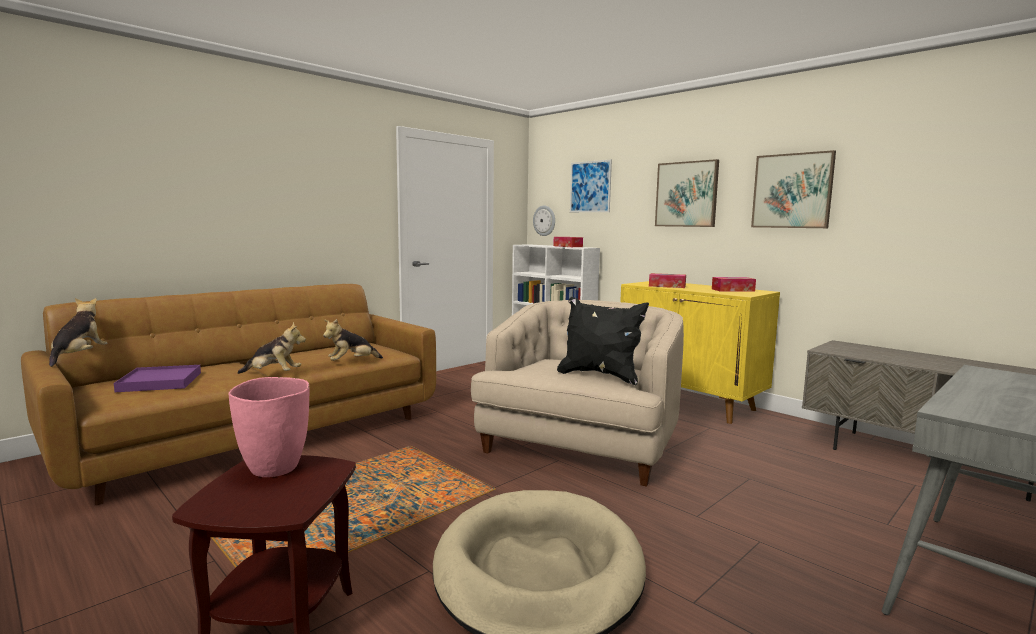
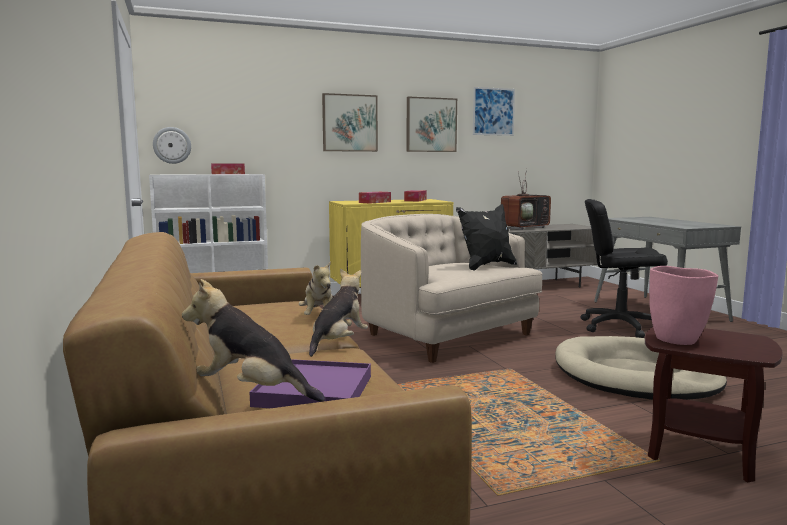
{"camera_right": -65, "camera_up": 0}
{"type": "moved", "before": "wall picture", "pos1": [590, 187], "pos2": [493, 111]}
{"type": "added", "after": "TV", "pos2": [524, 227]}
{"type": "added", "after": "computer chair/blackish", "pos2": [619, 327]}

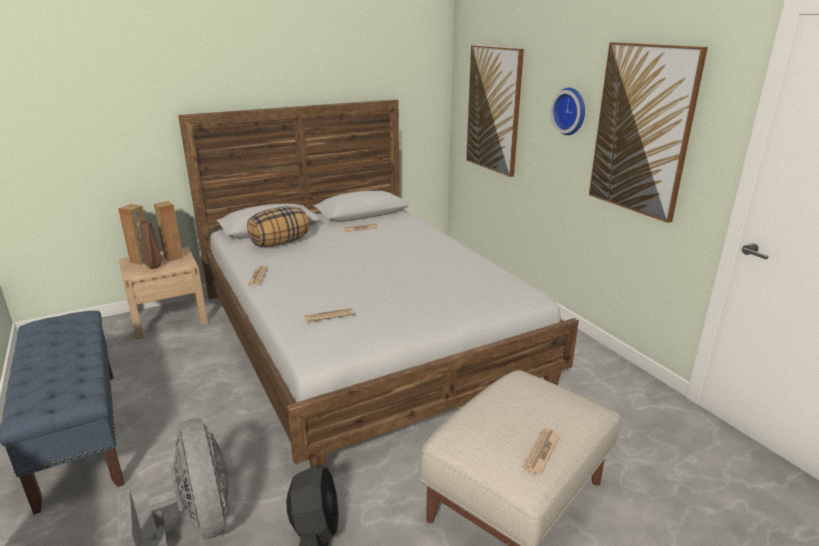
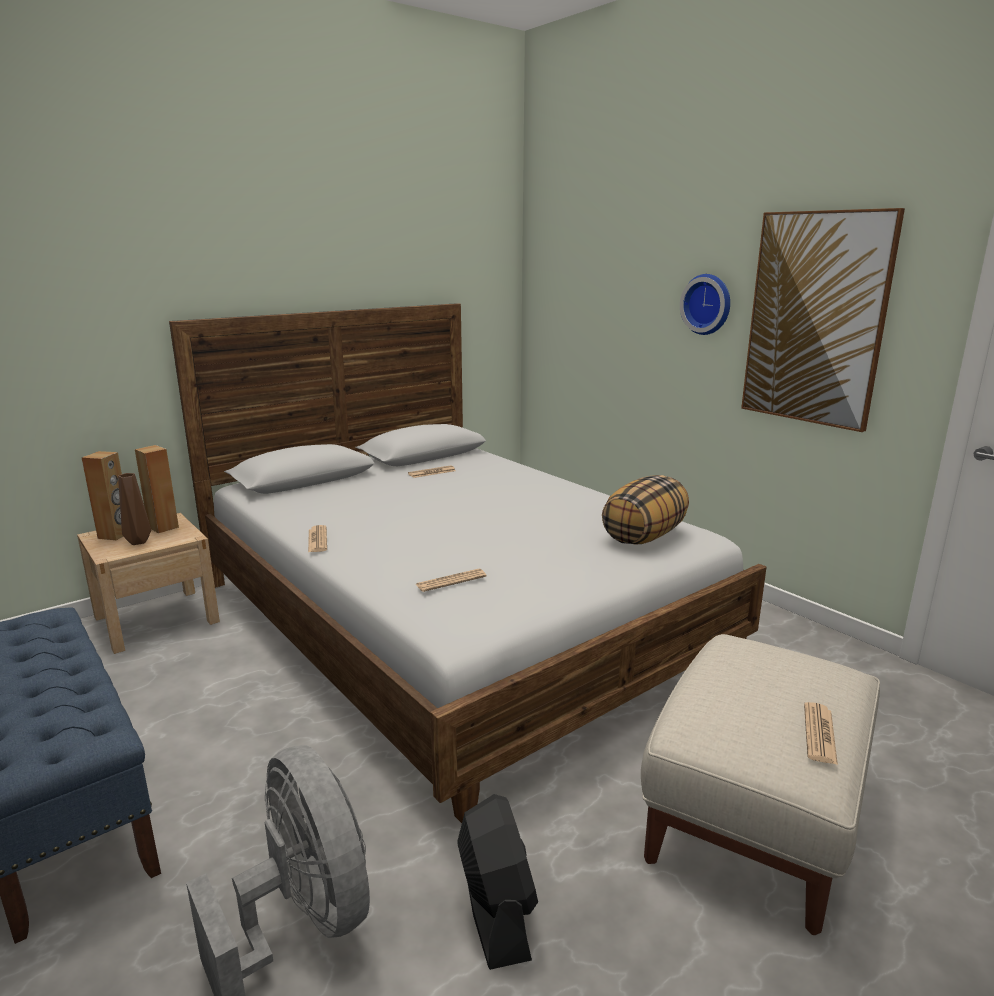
{"camera_right": -10, "camera_up": -5}
{"type": "moved", "before": "throw pillow", "pos1": [280, 243], "pos2": [643, 536]}
{"type": "removed", "before": "wall picture", "pos1": [494, 109]}

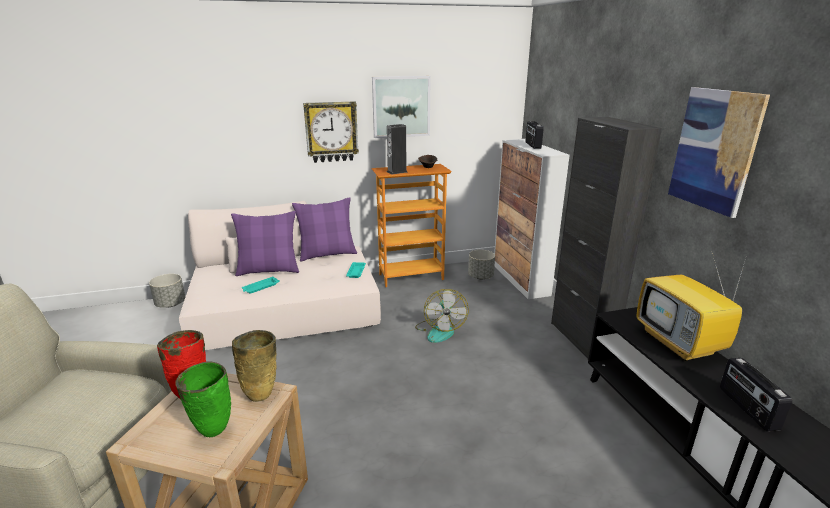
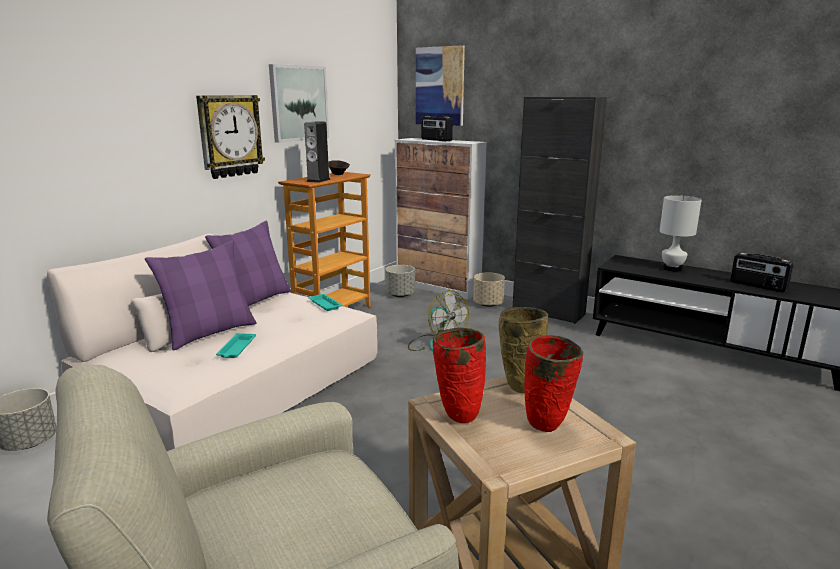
{"camera_right": -40, "camera_up": -5}
{"type": "moved", "before": "wall picture", "pos1": [714, 150], "pos2": [440, 86]}
{"type": "added", "after": "planter/beige", "pos2": [488, 304]}
{"type": "recoloured", "before": "flower vase/green", "after": "flower vase/red", "pos1": [213, 432], "pos2": [547, 427]}
{"type": "replaced", "before": "TV", "after": "lamp for a table/whitish", "pos1": [680, 344], "pos2": [672, 269]}

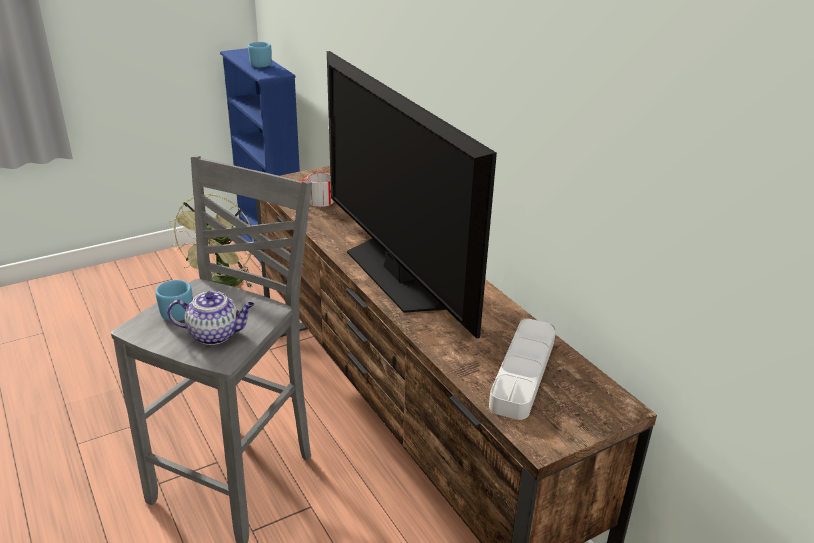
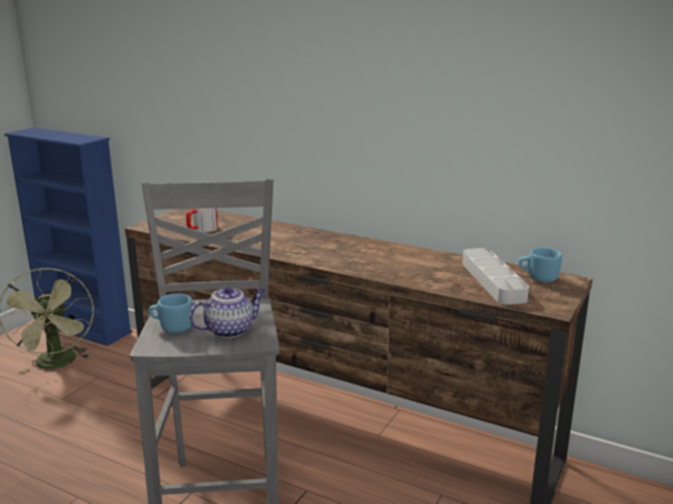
{"camera_right": -30, "camera_up": -10}
{"type": "moved", "before": "coffee mug/blue-coloured", "pos1": [259, 64], "pos2": [538, 278]}
{"type": "removed", "before": "TV", "pos1": [398, 274]}

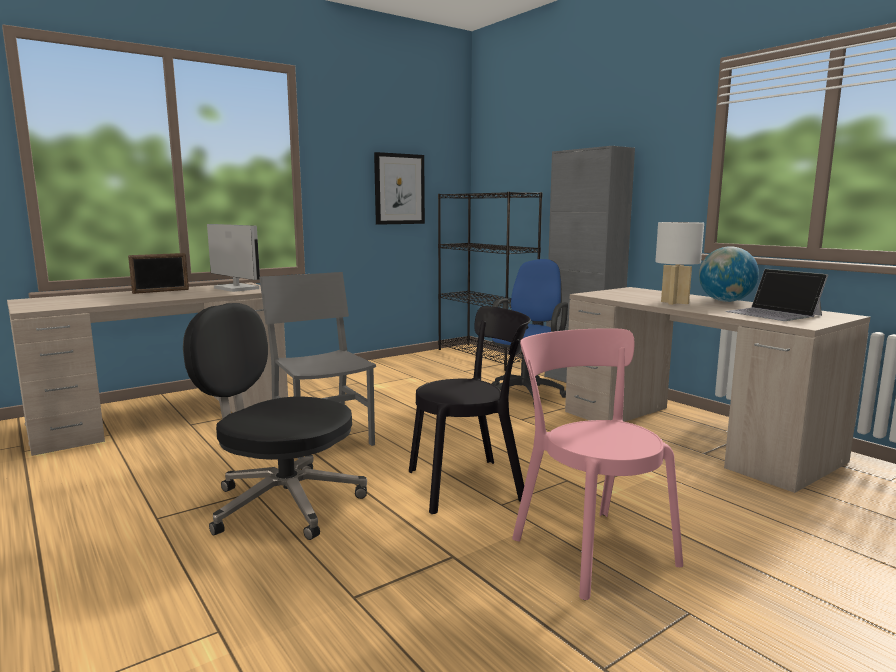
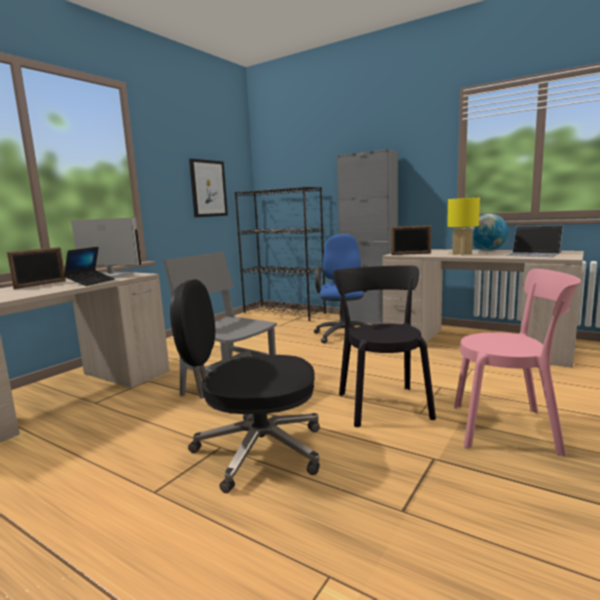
{"camera_right": -20, "camera_up": 0}
{"type": "added", "after": "notebook computer", "pos2": [91, 282]}
{"type": "turned", "before": "upright chair/blackish", "pos1": [471, 485], "pos2": [382, 403], "turn": -60}
{"type": "added", "after": "standing frame", "pos2": [411, 254]}
{"type": "recoloured", "before": "lamp for a table/whitish", "after": "lamp for a table/yellow-coloured", "pos1": [674, 302], "pos2": [461, 254]}
{"type": "turned", "before": "upright chair/pinkish", "pos1": [589, 547], "pos2": [510, 429], "turn": 150}

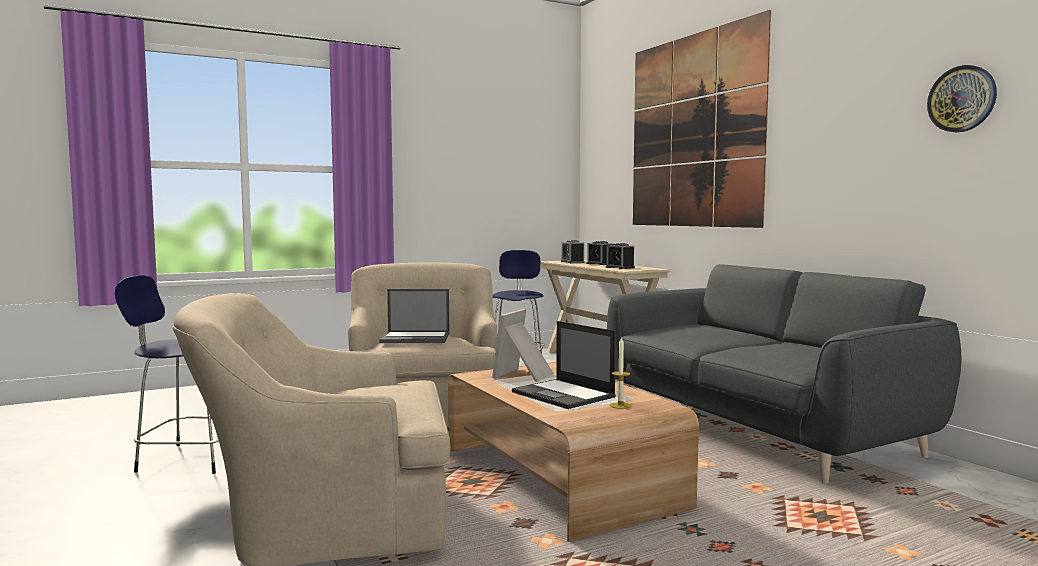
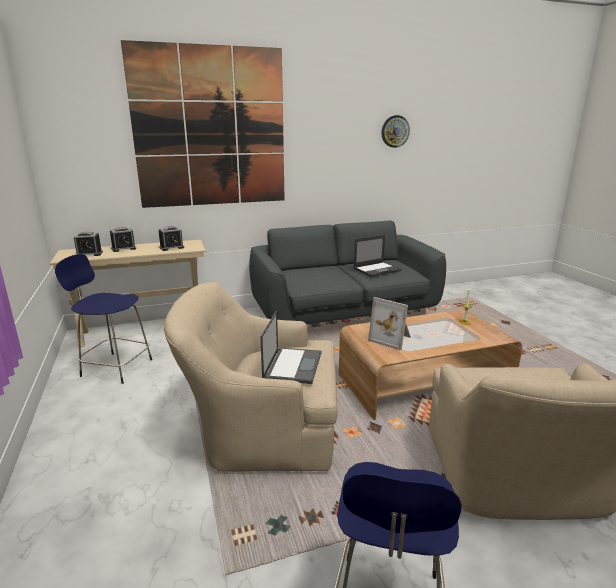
{"camera_right": -80, "camera_up": 15}
{"type": "moved", "before": "notebook computer", "pos1": [564, 395], "pos2": [377, 269]}

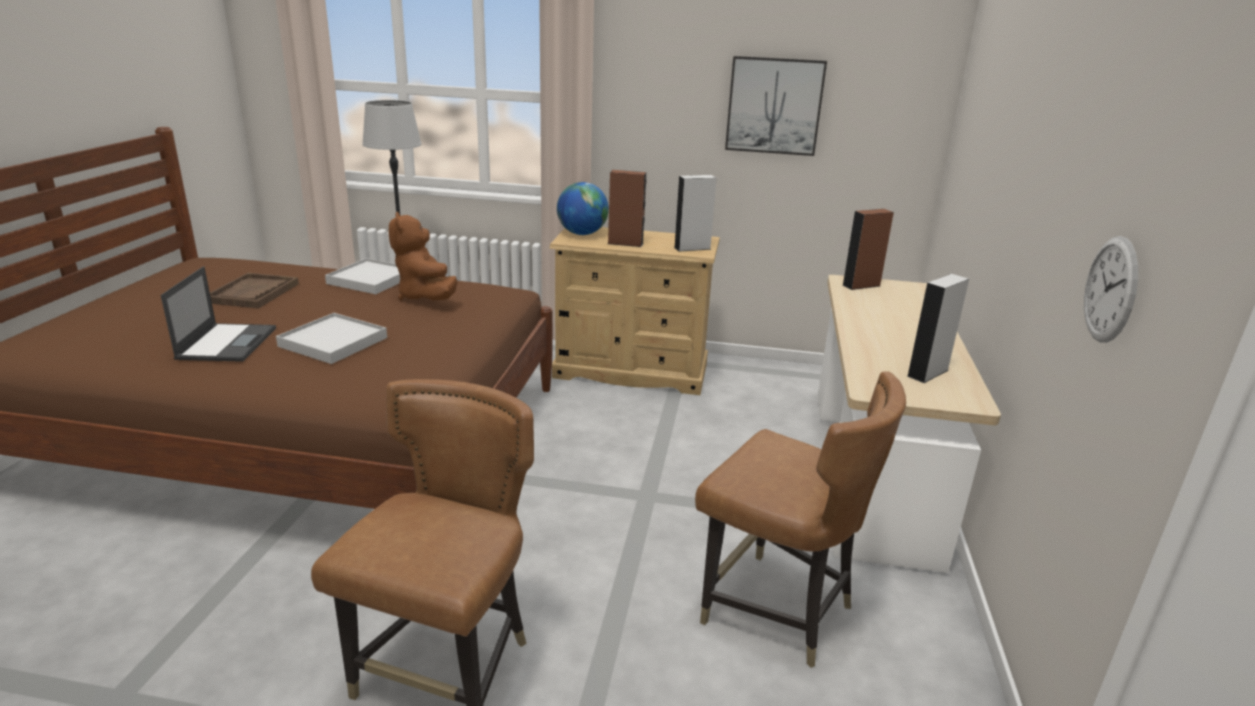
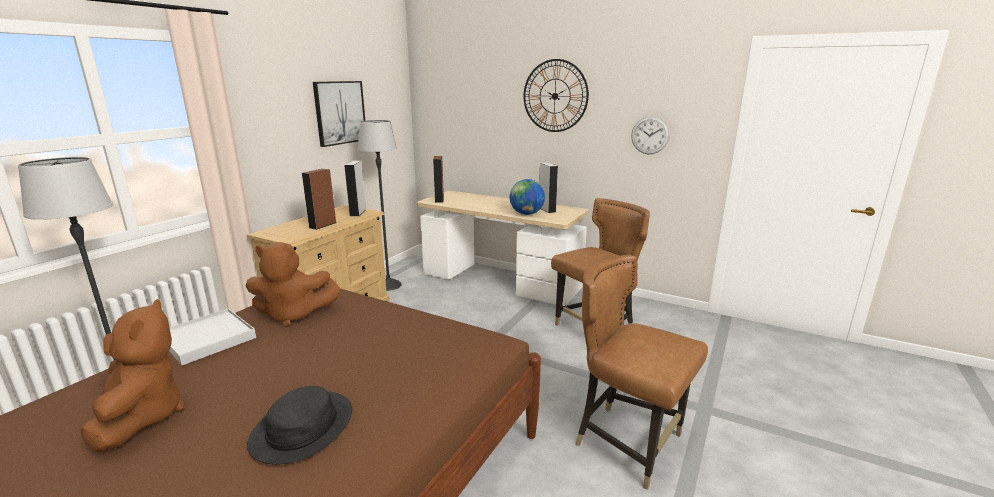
{"camera_right": -70, "camera_up": -5}
{"type": "replaced", "before": "carrying tray/brown", "after": "soft toy/brown", "pos1": [253, 293], "pos2": [142, 417]}
{"type": "replaced", "before": "notebook computer", "after": "hat/blackish", "pos1": [227, 342], "pos2": [302, 427]}
{"type": "added", "after": "standing lamp", "pos2": [388, 285]}
{"type": "moved", "before": "desk globe", "pos1": [582, 234], "pos2": [526, 214]}
{"type": "added", "after": "clock on the wall", "pos2": [555, 96]}
{"type": "removed", "before": "carrying tray/whitish", "pos1": [333, 342]}

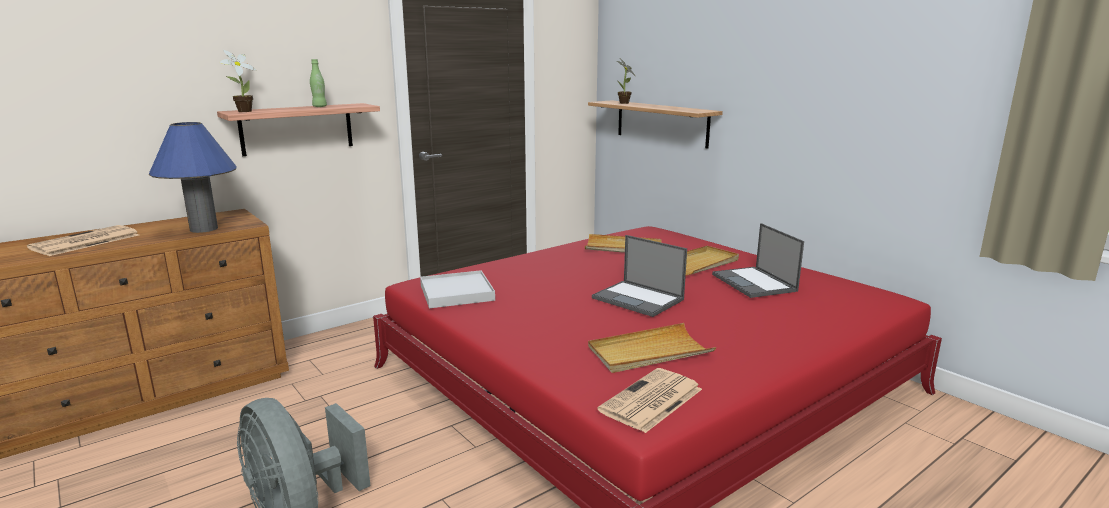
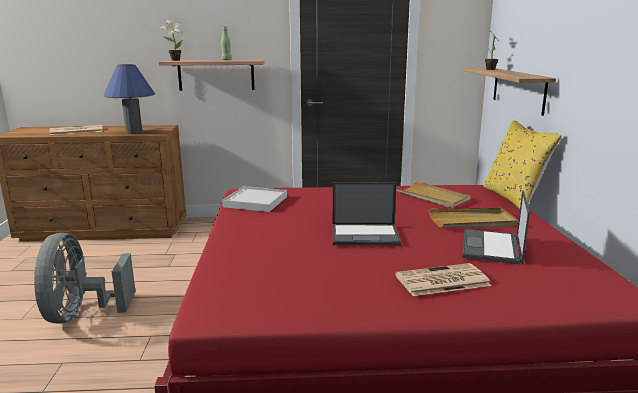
{"camera_right": 35, "camera_up": 0}
{"type": "turned", "before": "notebook computer", "pos1": [639, 299], "pos2": [366, 235], "turn": -75}
{"type": "moved", "before": "newspaper", "pos1": [651, 401], "pos2": [441, 281]}
{"type": "added", "after": "throw pillow/yellow-coloured", "pos2": [514, 198]}
{"type": "removed", "before": "carrying tray/beige", "pos1": [649, 352]}

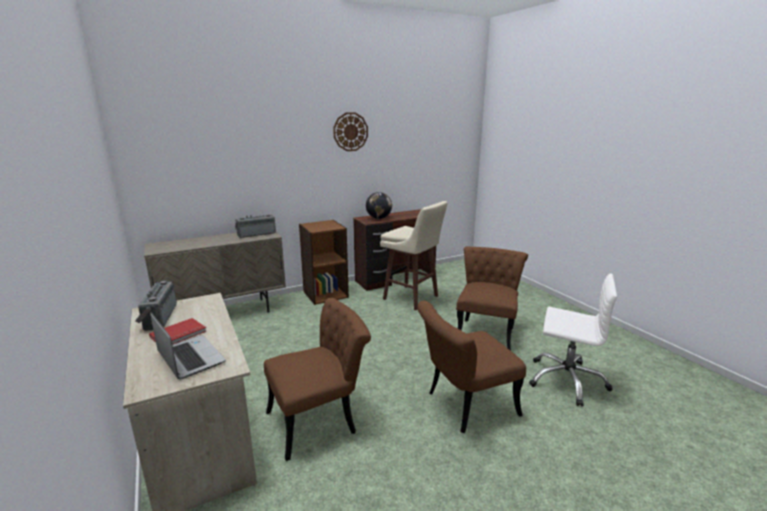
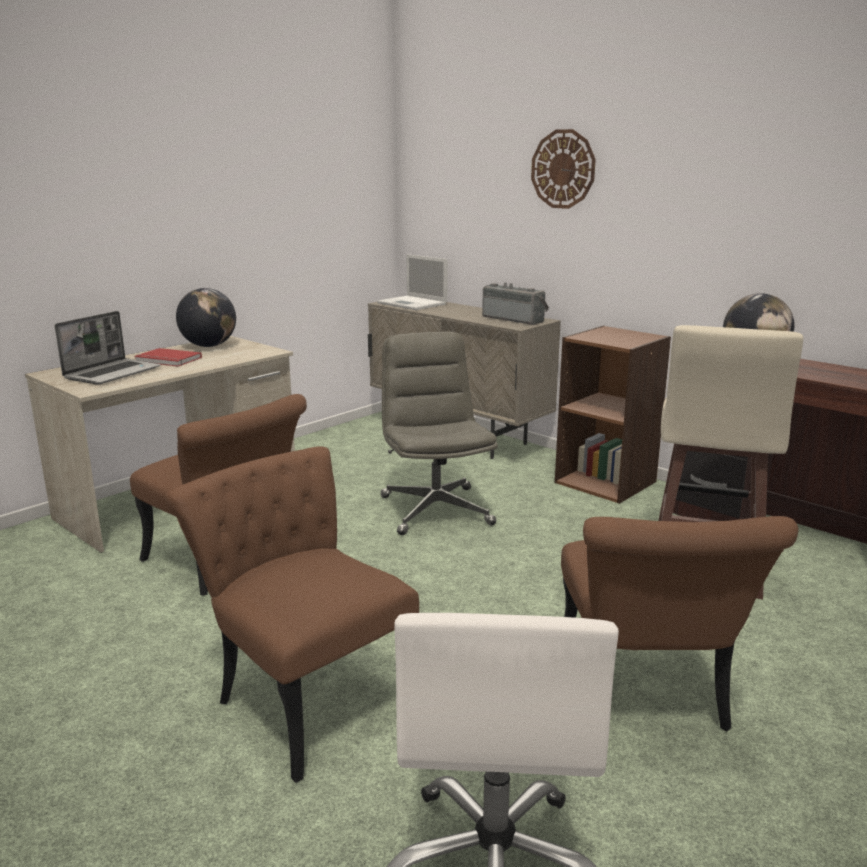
{"camera_right": 70, "camera_up": 0}
{"type": "replaced", "before": "radio receiver", "after": "desk globe", "pos1": [157, 317], "pos2": [209, 346]}
{"type": "added", "after": "notebook computer", "pos2": [413, 304]}
{"type": "added", "after": "computer chair/gray", "pos2": [435, 510]}
{"type": "moved", "before": "clock on the wall", "pos1": [350, 132], "pos2": [563, 169]}
{"type": "turned", "before": "upright chair/brown", "pos1": [486, 332], "pos2": [645, 698], "turn": 90}

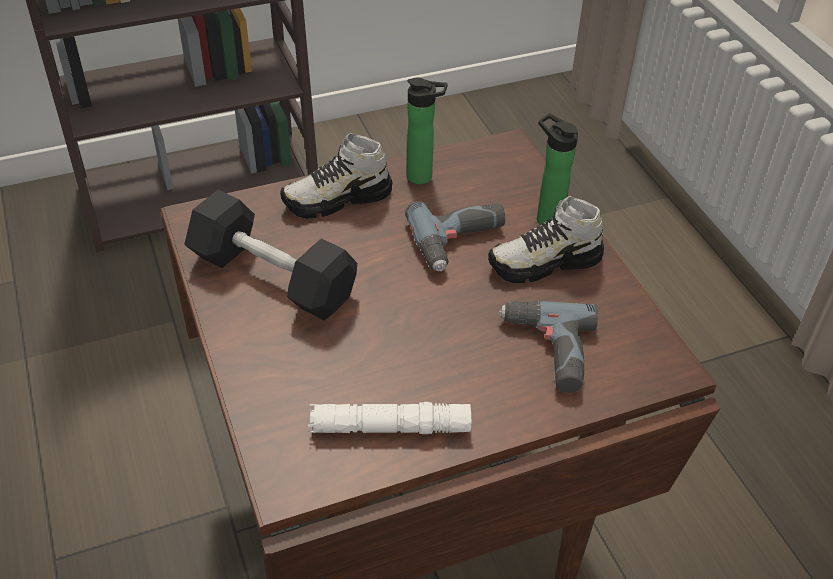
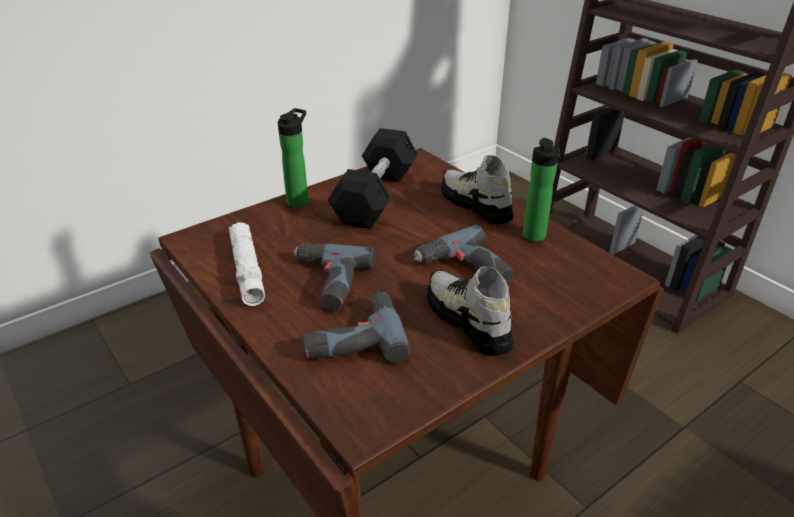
{"camera_right": 75, "camera_up": -10}
{"type": "moved", "before": "drink bottle", "pos1": [546, 218], "pos2": [299, 200]}
{"type": "added", "after": "power drill", "pos2": [326, 282]}

